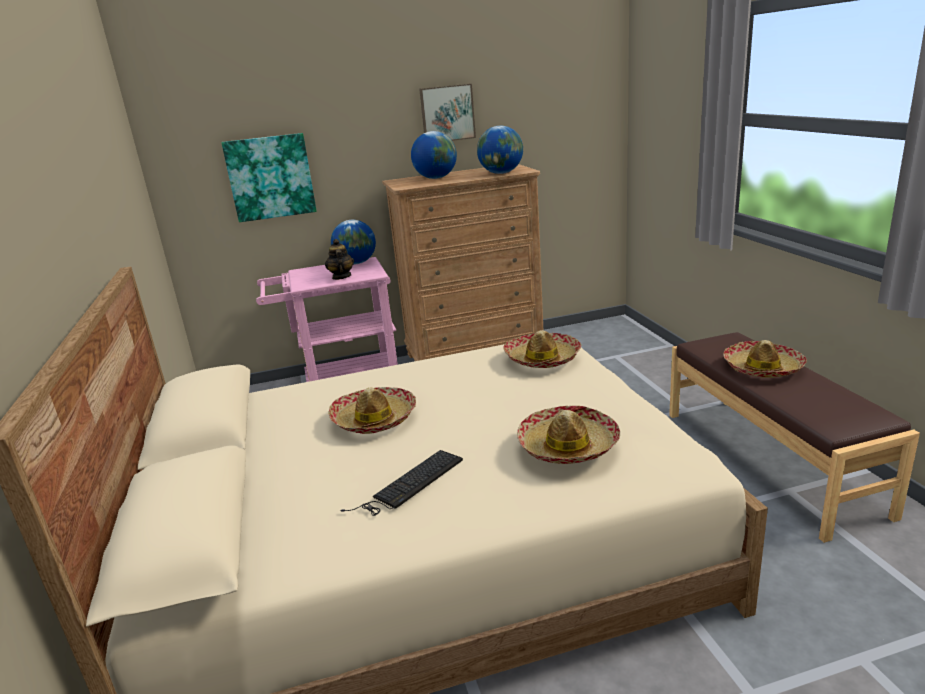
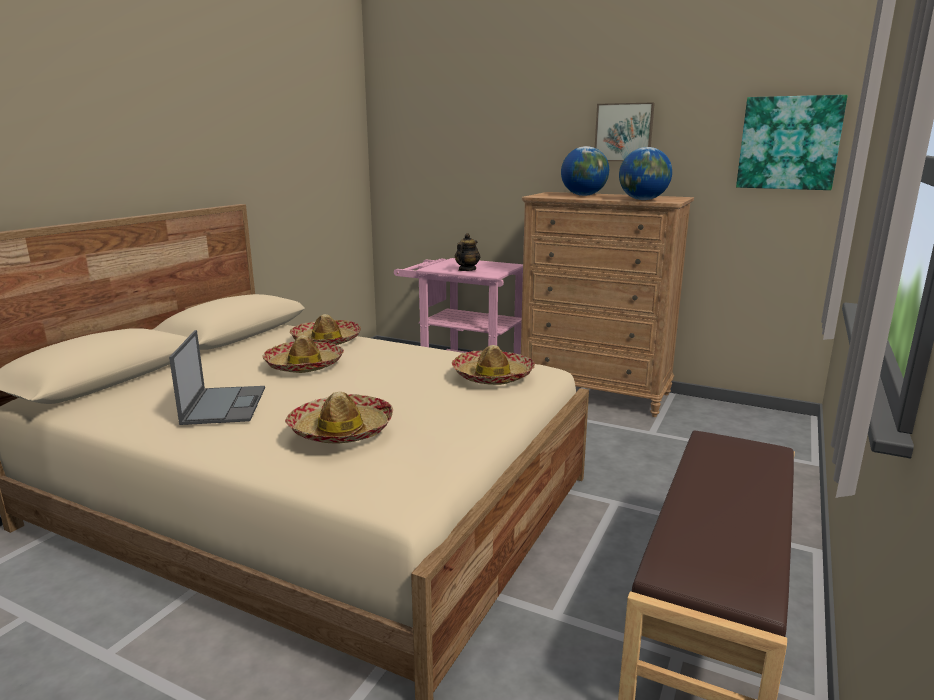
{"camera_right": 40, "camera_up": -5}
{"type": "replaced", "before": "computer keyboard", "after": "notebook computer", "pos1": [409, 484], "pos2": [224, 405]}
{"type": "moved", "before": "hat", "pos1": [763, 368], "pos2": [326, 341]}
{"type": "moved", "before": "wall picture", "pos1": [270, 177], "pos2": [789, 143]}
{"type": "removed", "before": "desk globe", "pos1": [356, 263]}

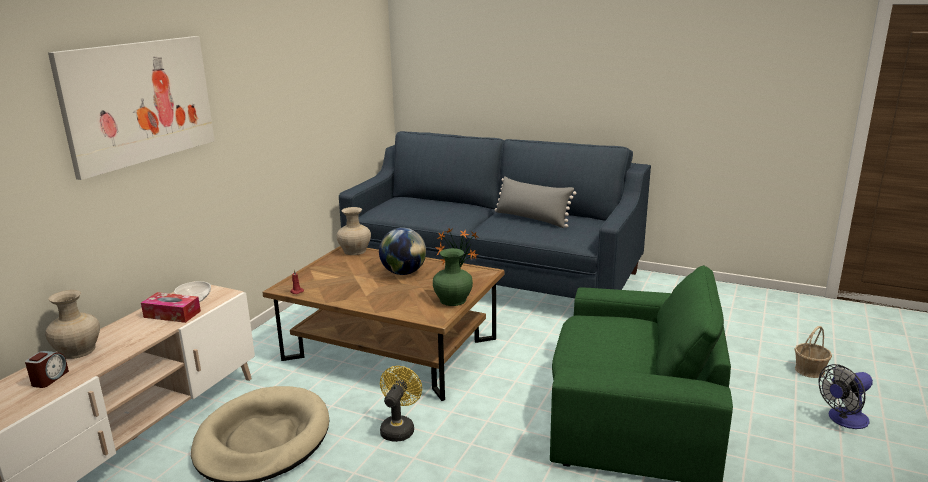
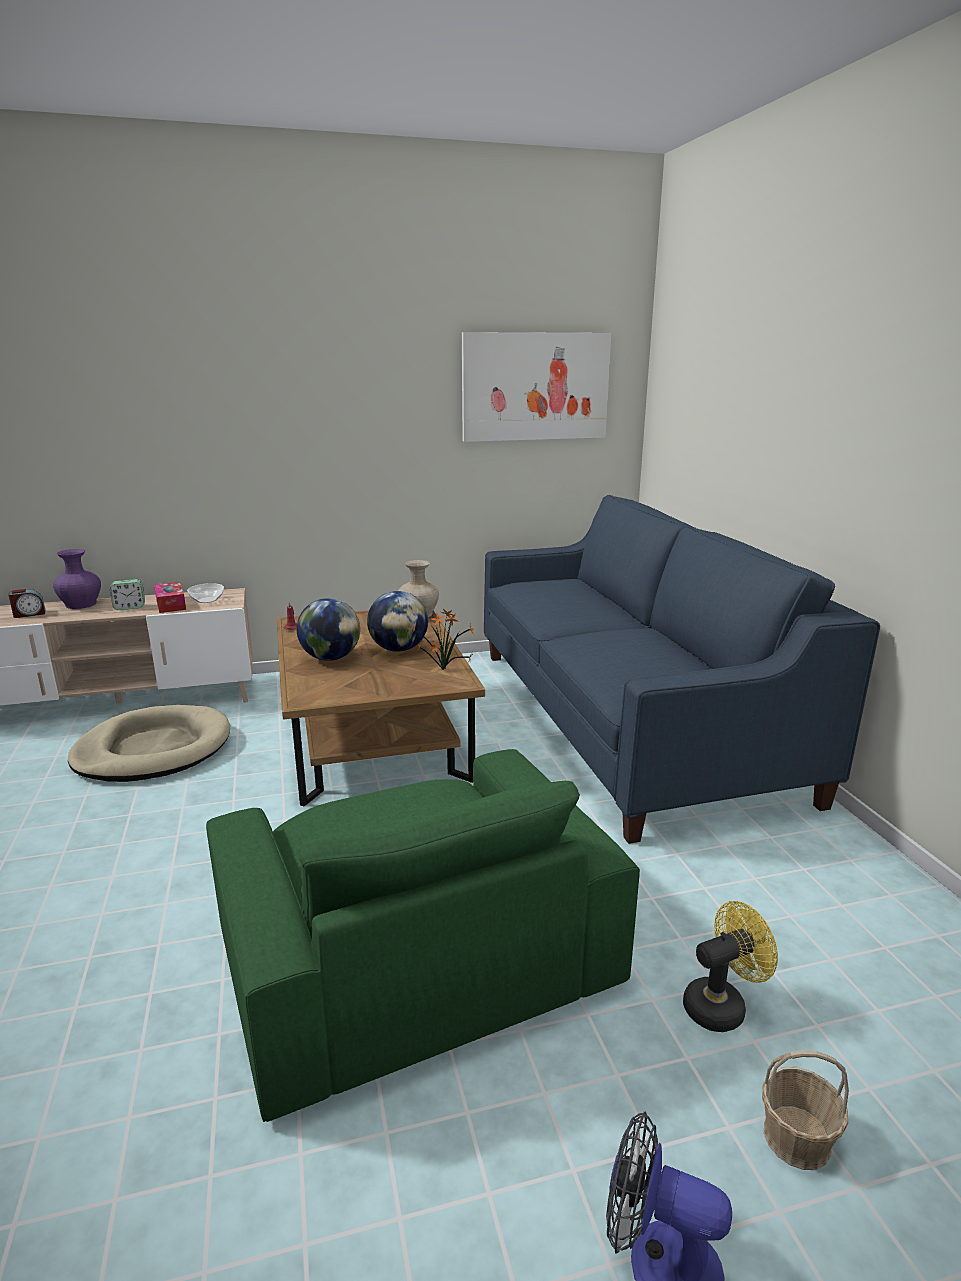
{"camera_right": 50, "camera_up": 0}
{"type": "recoloured", "before": "flower vase/beige", "after": "flower vase/purplish", "pos1": [78, 350], "pos2": [81, 604]}
{"type": "added", "after": "bedside clock", "pos2": [129, 607]}
{"type": "added", "after": "desk globe", "pos2": [330, 658]}
{"type": "moved", "before": "wall picture", "pos1": [139, 102], "pos2": [535, 387]}
{"type": "moved", "before": "fan/yellow-coloured", "pos1": [399, 428], "pos2": [721, 1005]}
{"type": "removed", "before": "flower vase/green", "pos1": [452, 300]}
{"type": "removed", "before": "throw pillow/gray", "pos1": [532, 218]}

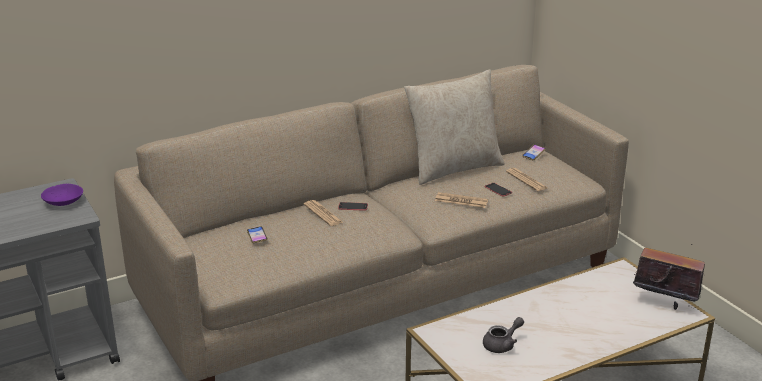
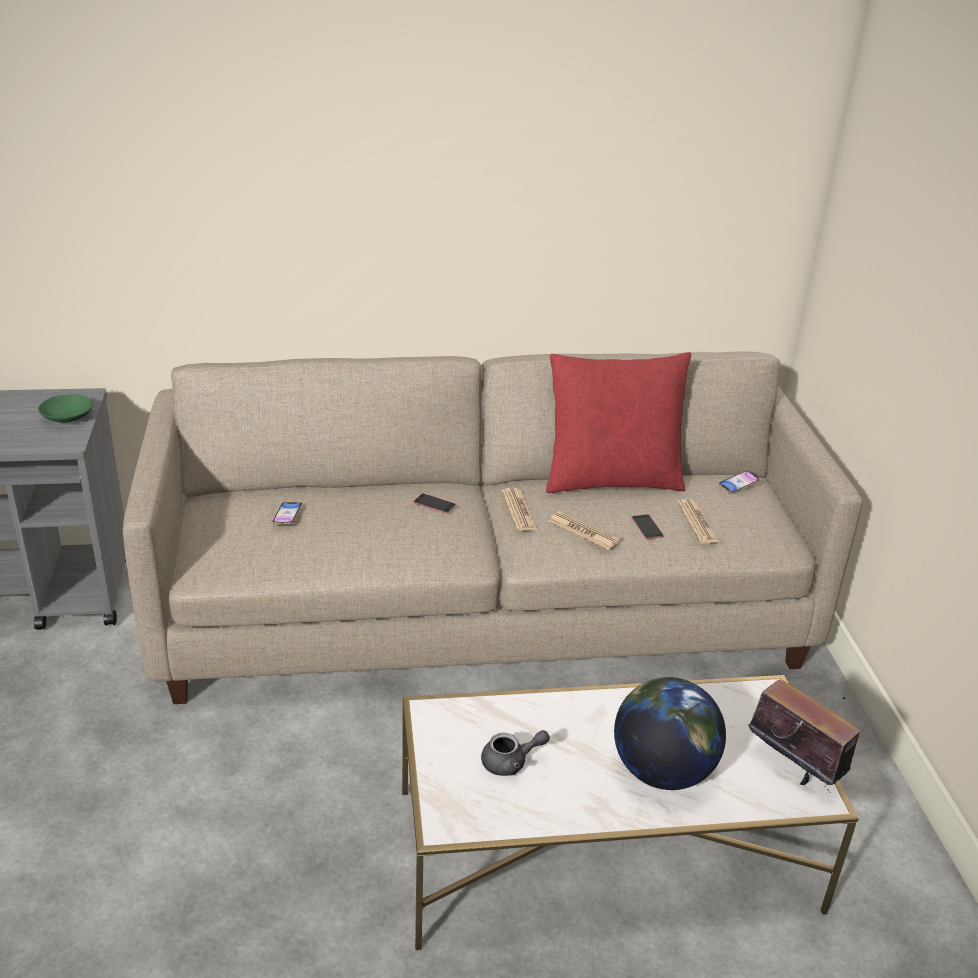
{"camera_right": 20, "camera_up": 5}
{"type": "recoloured", "before": "bowl/purplish", "after": "bowl/green", "pos1": [63, 201], "pos2": [68, 417]}
{"type": "moved", "before": "newspaper", "pos1": [323, 214], "pos2": [518, 510]}
{"type": "recoloured", "before": "throw pillow/beige", "after": "throw pillow/red", "pos1": [453, 168], "pos2": [611, 479]}
{"type": "added", "after": "desk globe", "pos2": [662, 771]}

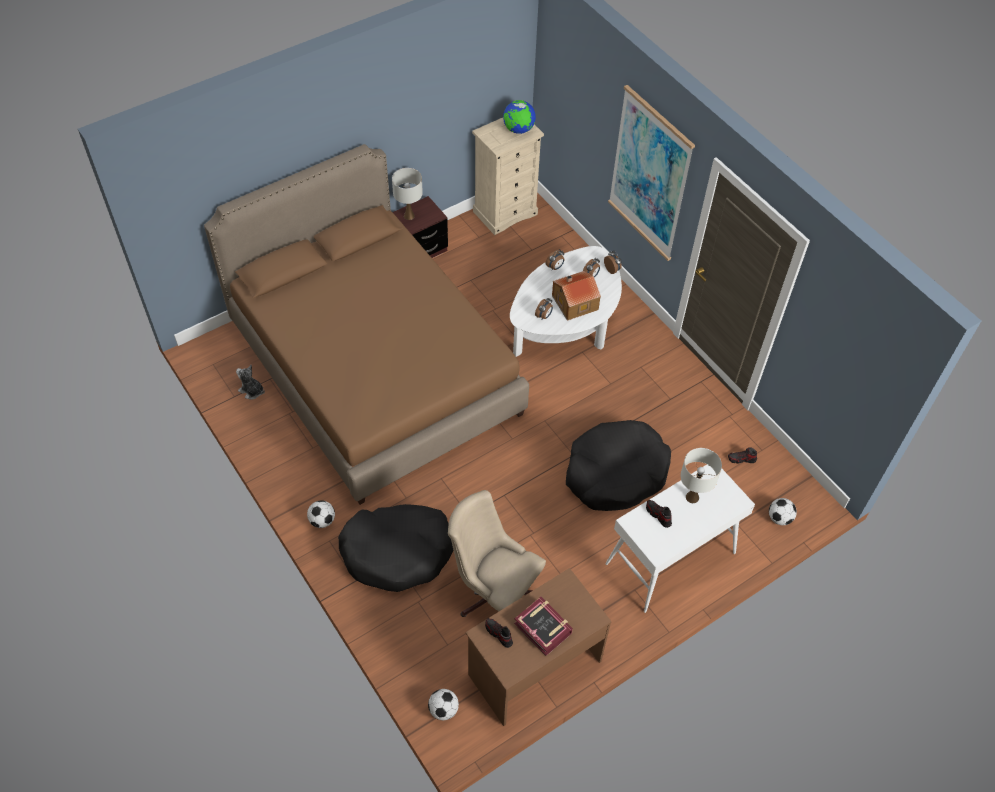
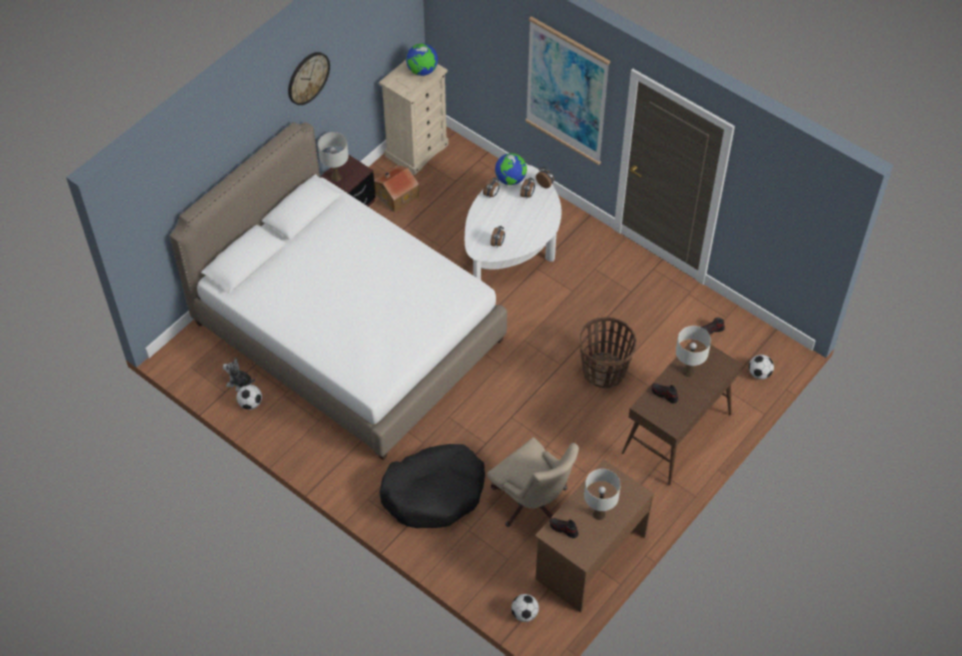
{"camera_right": -15, "camera_up": 0}
{"type": "recoloured", "before": "bedroom bed/brown", "after": "bedroom bed/whitish", "pos1": [374, 368], "pos2": [348, 332]}
{"type": "moved", "before": "football", "pos1": [322, 520], "pos2": [250, 403]}
{"type": "added", "after": "clock on the wall", "pos2": [308, 78]}
{"type": "moved", "before": "miniature house", "pos1": [574, 302], "pos2": [395, 195]}
{"type": "turned", "before": "computer chair/beige", "pos1": [494, 591], "pos2": [532, 503], "turn": -150}
{"type": "added", "after": "desk globe", "pos2": [510, 179]}
{"type": "replaced", "before": "dog cushion/blackish", "after": "basket", "pos1": [615, 473], "pos2": [604, 371]}
{"type": "replaced", "before": "bound book", "after": "lamp for a table/whitish", "pos1": [543, 628], "pos2": [599, 514]}
{"type": "recoloured", "before": "console table/whitish", "after": "console table/brown", "pos1": [670, 559], "pos2": [676, 434]}

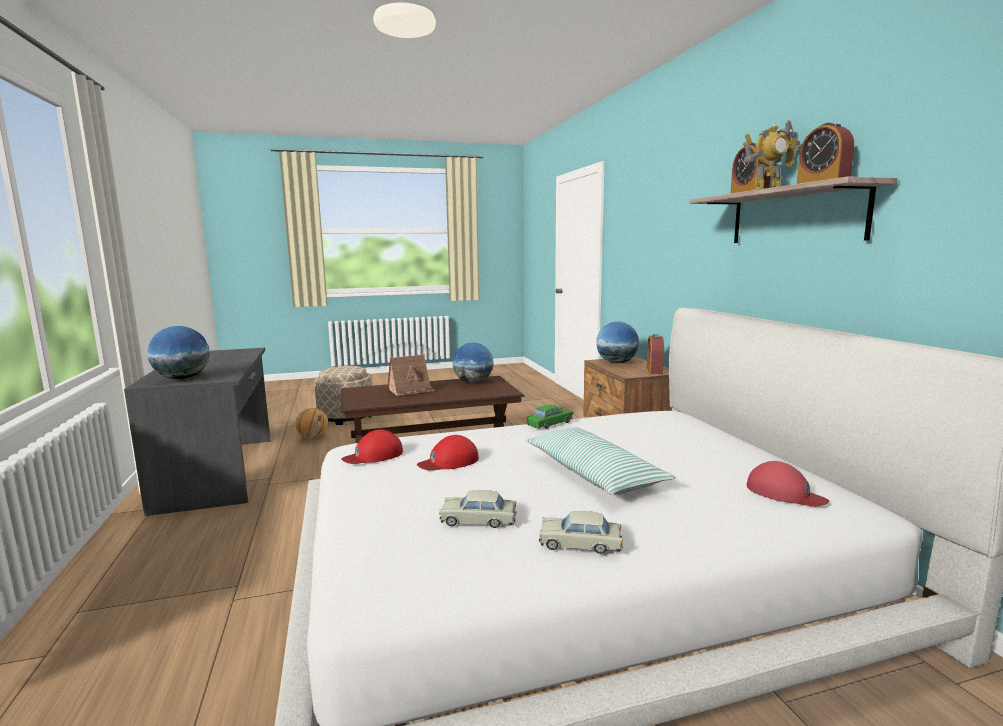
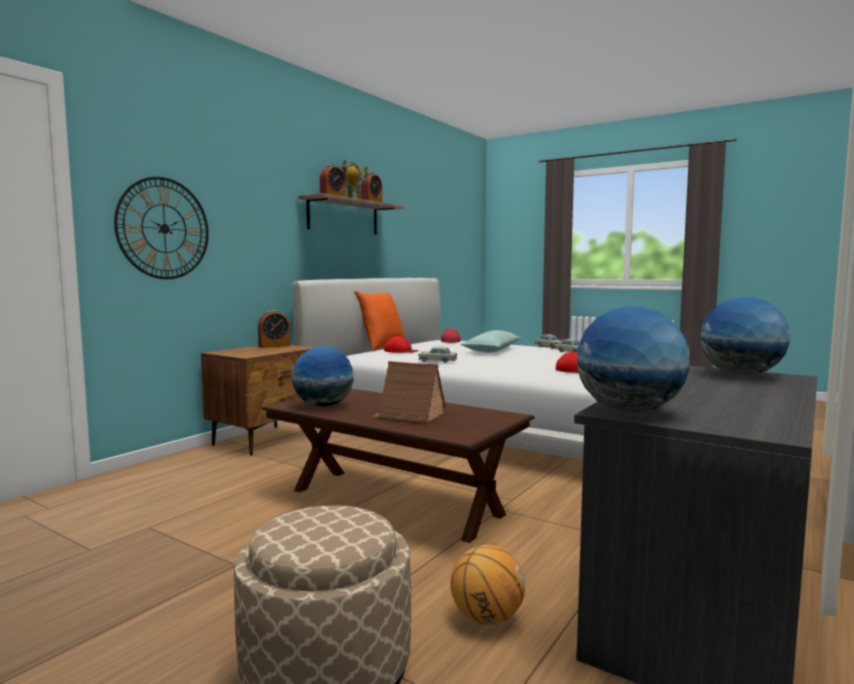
{"camera_right": -130, "camera_up": -5}
{"type": "added", "after": "clock on the wall", "pos2": [164, 228]}
{"type": "added", "after": "throw pillow/orange", "pos2": [381, 347]}
{"type": "moved", "before": "baseball cap/red", "pos1": [449, 461], "pos2": [400, 351]}
{"type": "recoloured", "before": "model car/green", "after": "model car/beige", "pos1": [549, 424], "pos2": [437, 361]}
{"type": "moved", "before": "desk globe", "pos1": [616, 363], "pos2": [629, 411]}

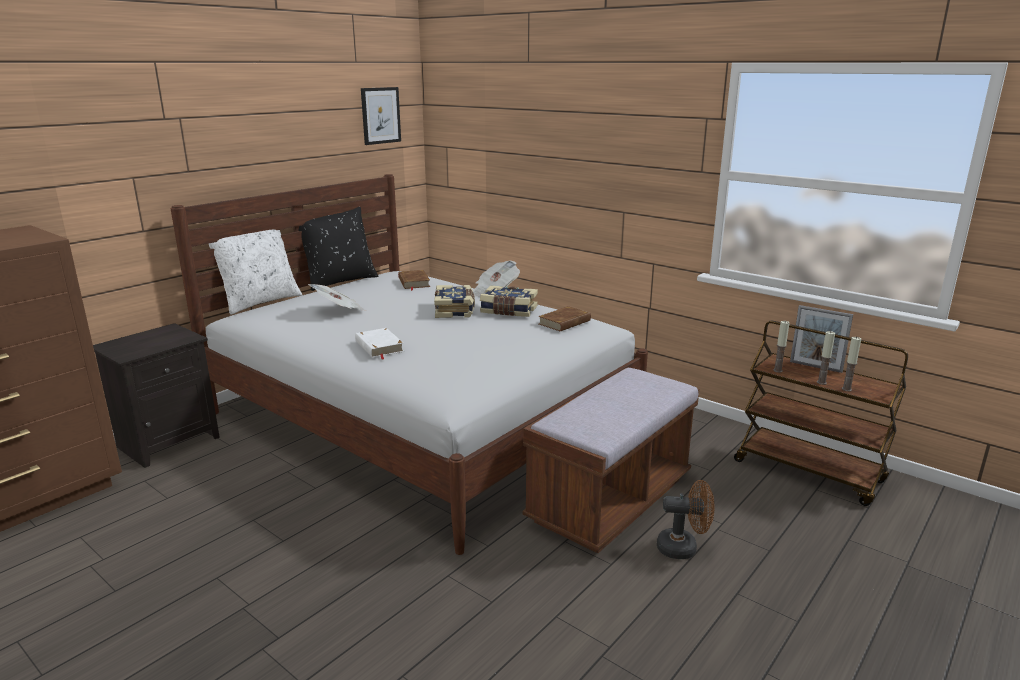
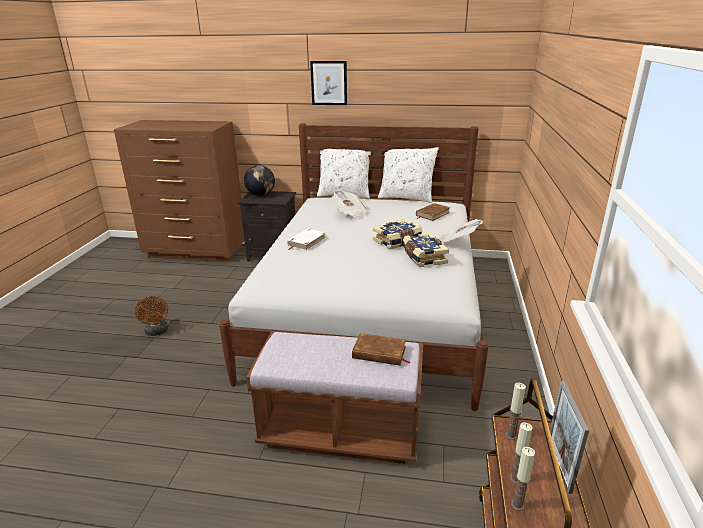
{"camera_right": 60, "camera_up": 5}
{"type": "moved", "before": "fan/brown", "pos1": [683, 548], "pos2": [157, 332]}
{"type": "added", "after": "desk globe", "pos2": [261, 195]}
{"type": "moved", "before": "wall picture", "pos1": [380, 115], "pos2": [329, 83]}
{"type": "moved", "before": "bound book/brown", "pos1": [565, 322], "pos2": [379, 353]}
{"type": "recoloured", "before": "throw pillow/blackish", "after": "throw pillow/whitish", "pos1": [339, 281], "pos2": [406, 198]}

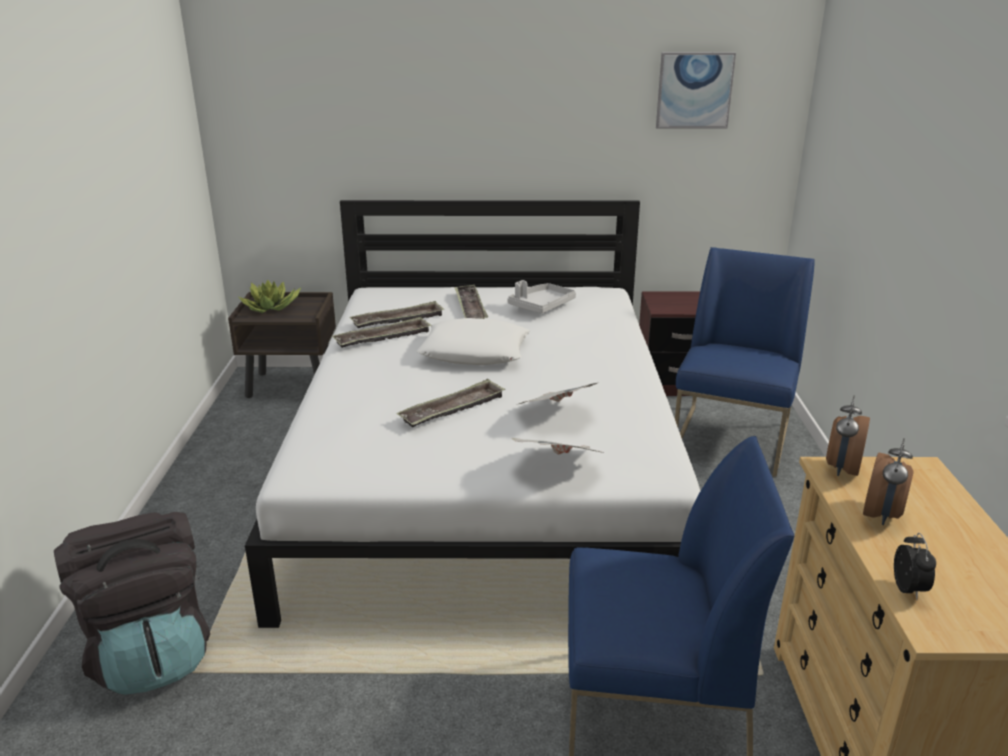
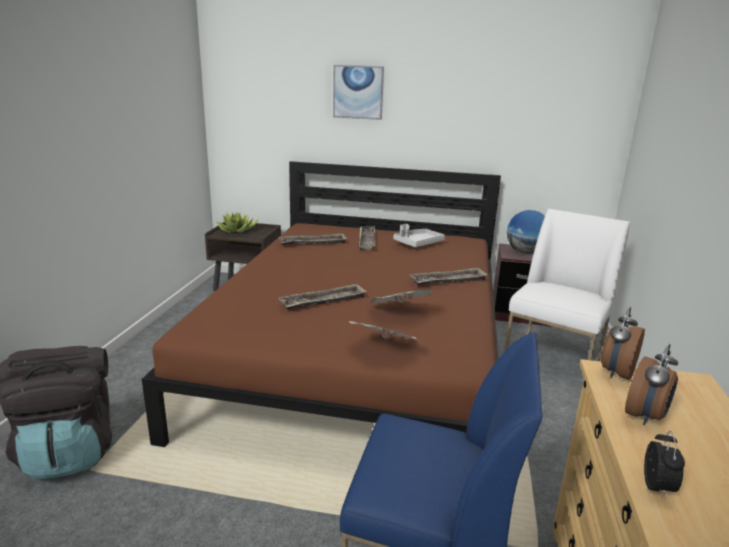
{"camera_right": 10, "camera_up": -5}
{"type": "recoloured", "before": "bedroom bed/whitish", "after": "bedroom bed/brown", "pos1": [488, 468], "pos2": [361, 355]}
{"type": "moved", "before": "wall picture", "pos1": [694, 90], "pos2": [358, 92]}
{"type": "moved", "before": "carrying tray", "pos1": [383, 338], "pos2": [448, 281]}
{"type": "recoloured", "before": "upright chair/blue-coloured", "after": "upright chair/whitish", "pos1": [732, 440], "pos2": [554, 359]}
{"type": "added", "after": "desk globe", "pos2": [526, 253]}
{"type": "removed", "before": "throw pillow/whitish", "pos1": [475, 352]}

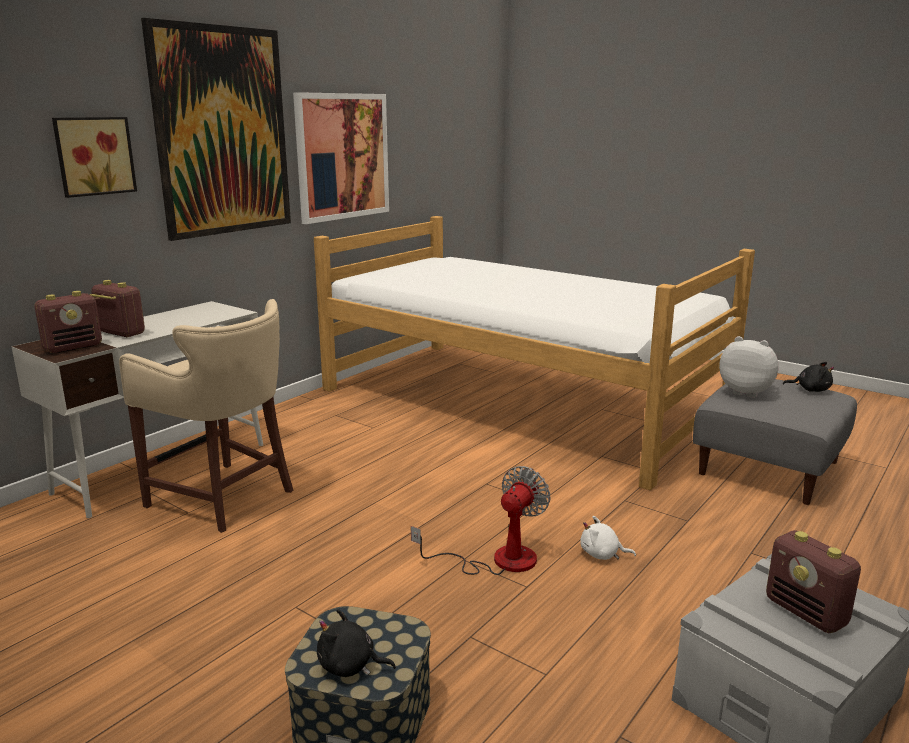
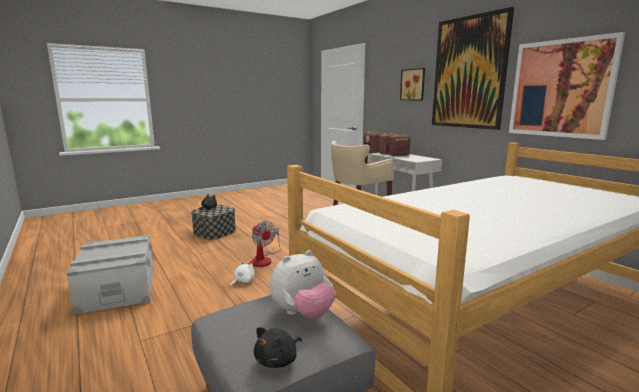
{"camera_right": 110, "camera_up": -5}
{"type": "moved", "before": "radio receiver", "pos1": [806, 613], "pos2": [398, 155]}

